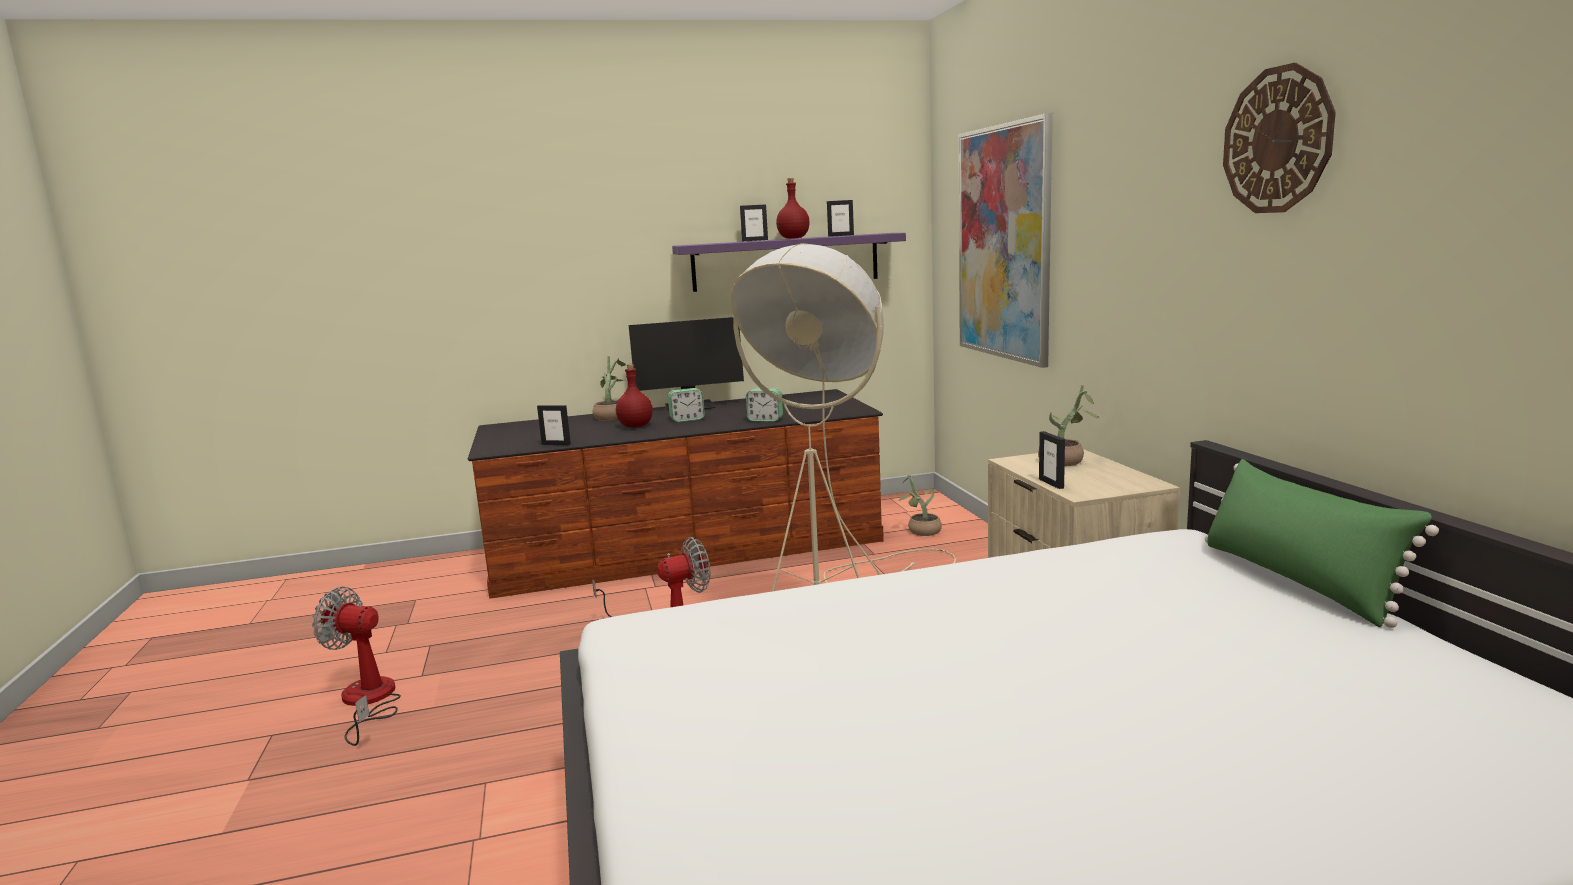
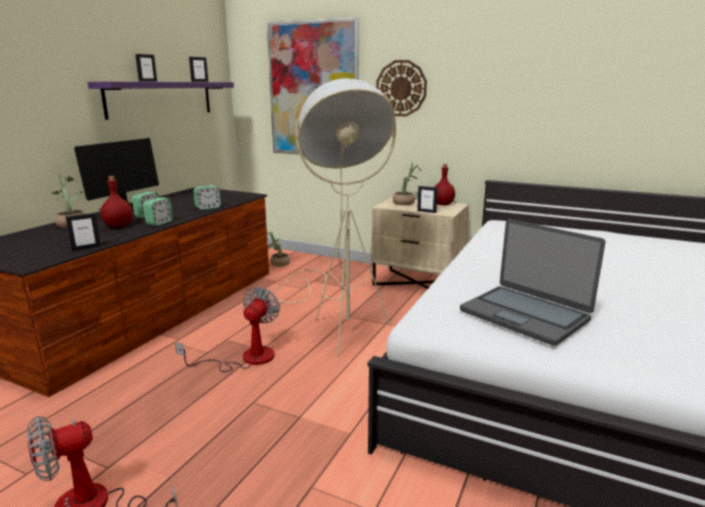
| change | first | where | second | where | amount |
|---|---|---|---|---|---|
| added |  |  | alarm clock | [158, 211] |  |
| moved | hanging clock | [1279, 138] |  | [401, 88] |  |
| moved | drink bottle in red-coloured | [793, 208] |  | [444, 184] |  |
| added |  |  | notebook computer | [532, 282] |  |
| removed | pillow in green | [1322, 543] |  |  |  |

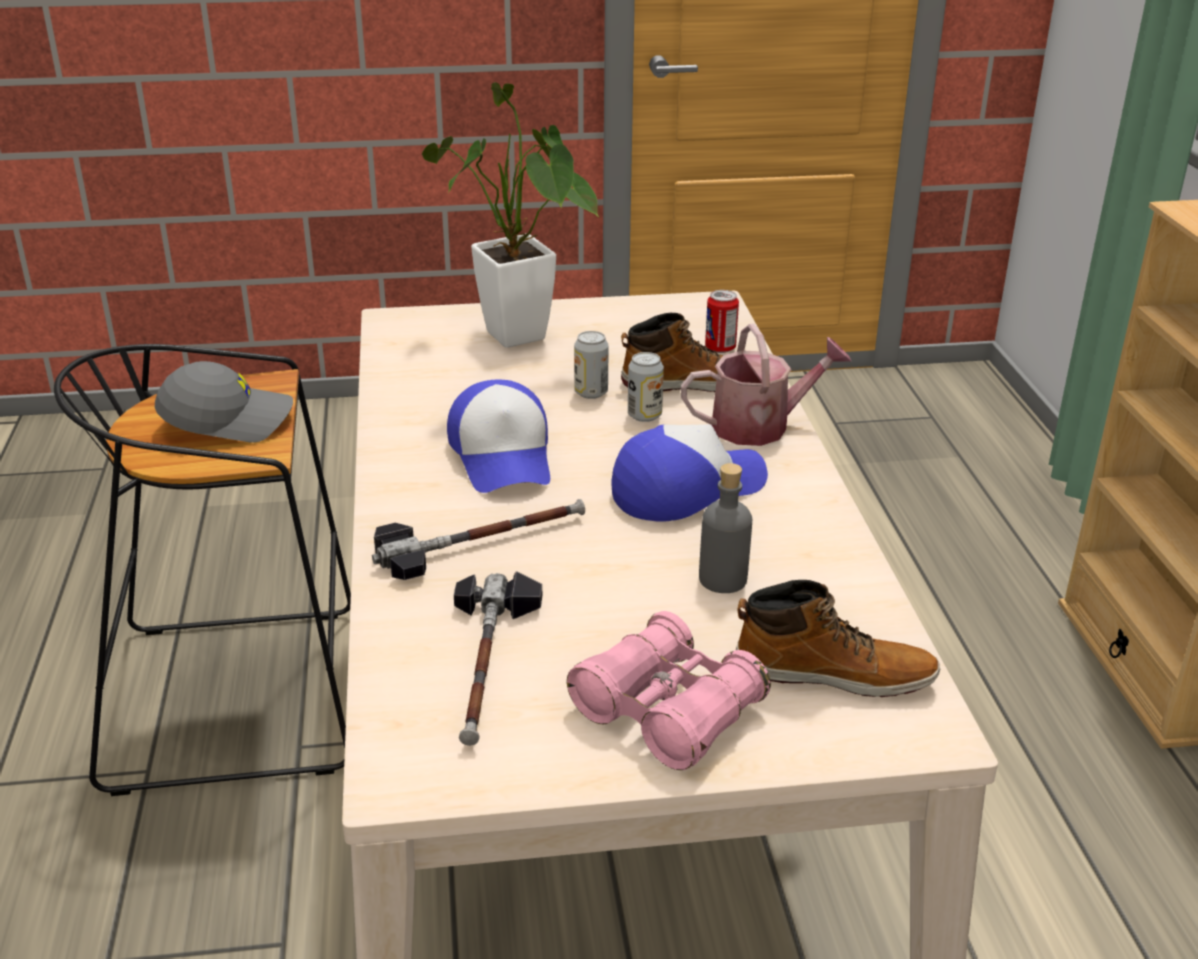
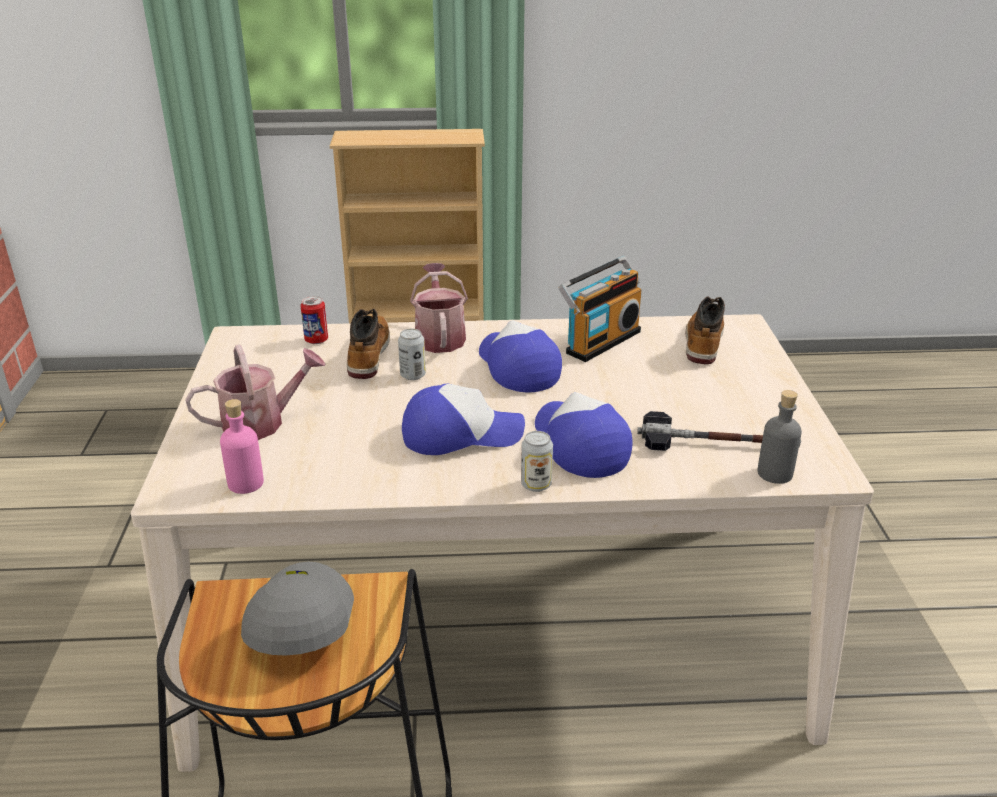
| change | first | where | second | where | amount |
|---|---|---|---|---|---|
| replaced | plant in a pot | [510, 215] | watering can | [255, 392] |  |
| added |  |  | drink bottle in pinkish | [242, 446] |  |
| moved | sealed can | [591, 365] |  | [537, 461] |  |
| replaced | hand hammer | [478, 539] | peaked cap | [584, 435] |  |
| added |  |  | radio | [600, 309] |  |
| moved | drink bottle in gray | [725, 528] |  | [779, 437] |  |
| removed | pair of binoculars in pinkish | [669, 690] |  |  |  |

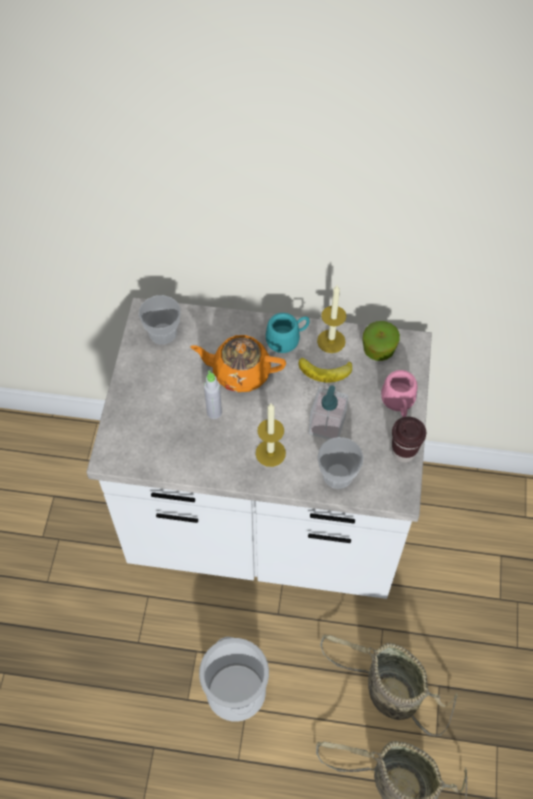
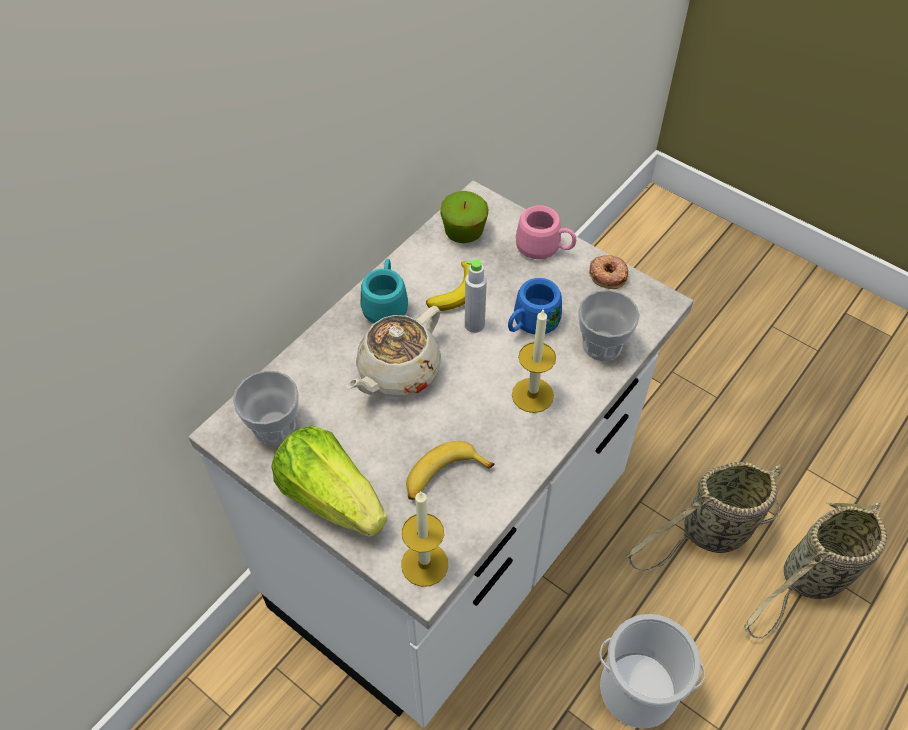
| change | first | where | second | where | amount |
|---|---|---|---|---|---|
| added |  |  | head of lettuce | [329, 481] |  |
| recoloured | pot for tea in orangey | [238, 363] | pot for tea in sand-coloured | [393, 351] |  |
| moved | wax candle | [331, 319] |  | [424, 539] |  |
| added |  |  | banana fruit | [450, 470] |  |
| moved | drink bottle in gray | [213, 394] |  | [476, 296] |  |
| replaced | liquid soap bottle | [329, 412] | mug in bluish | [535, 306] |  |
| replaced | small cup in brownish | [409, 439] | doughnut | [609, 272] |  |

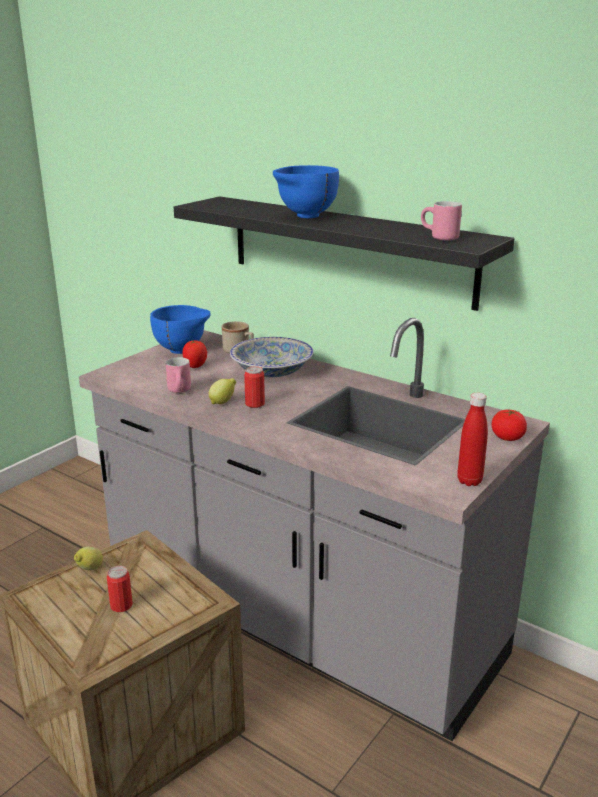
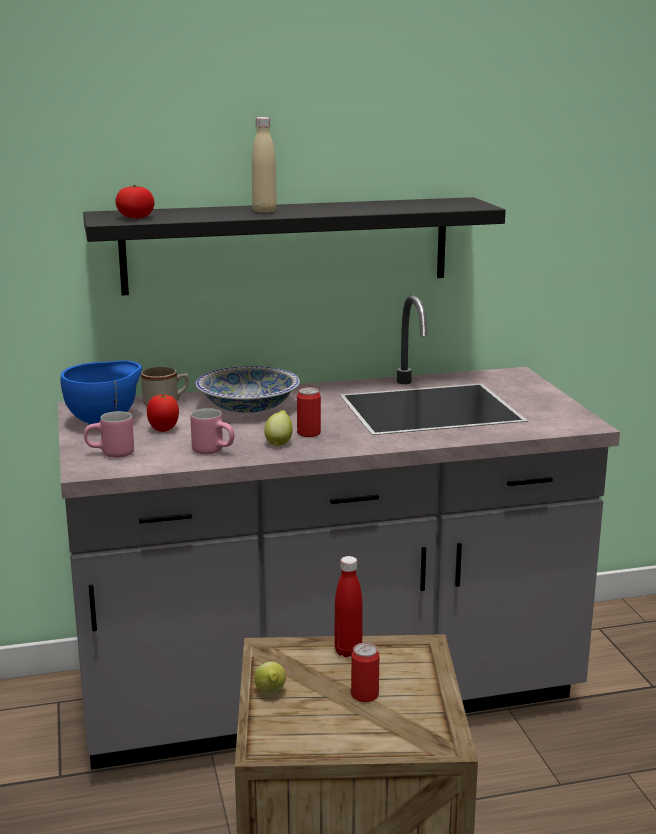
| change | first | where | second | where | amount |
|---|---|---|---|---|---|
| moved | mug in pinkish | [441, 221] |  | [109, 434] |  |
| moved | tomato | [509, 425] |  | [135, 201] |  |
| replaced | serving bowl in bluish | [306, 191] | drink bottle in sand-coloured | [264, 165] |  |
| moved | drink bottle in red-coloured | [472, 439] |  | [348, 607] |  |

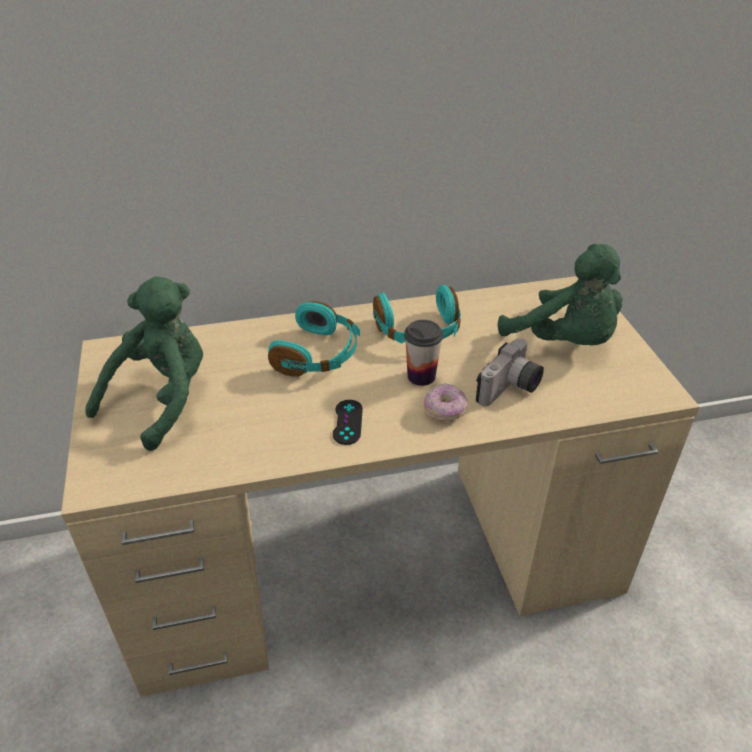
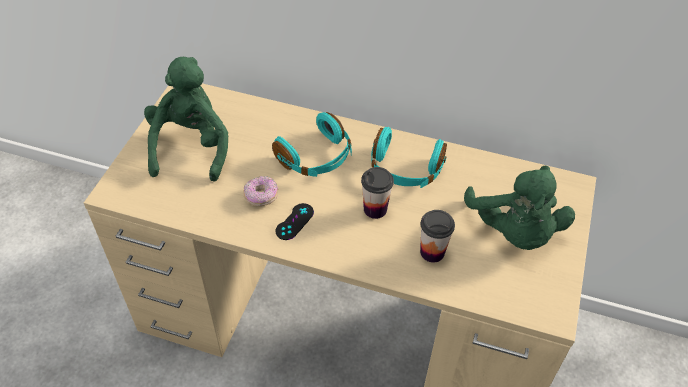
| change | first | where | second | where | amount |
|---|---|---|---|---|---|
| turned | cuddly toy in green | [144, 363] |  | [186, 119] | 60 degrees counterclockwise |
| moved | doughnut | [446, 402] |  | [260, 191] |  |
| replaced | still camera | [510, 372] | small cup | [437, 236] |  |

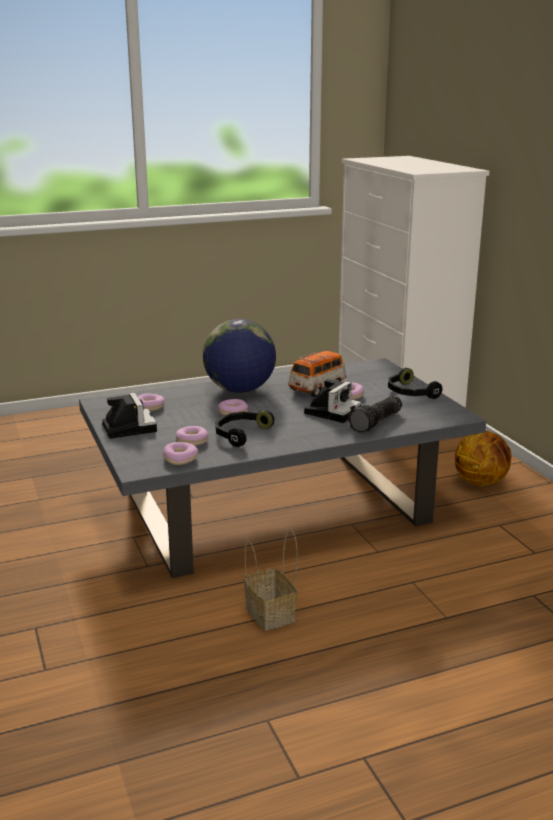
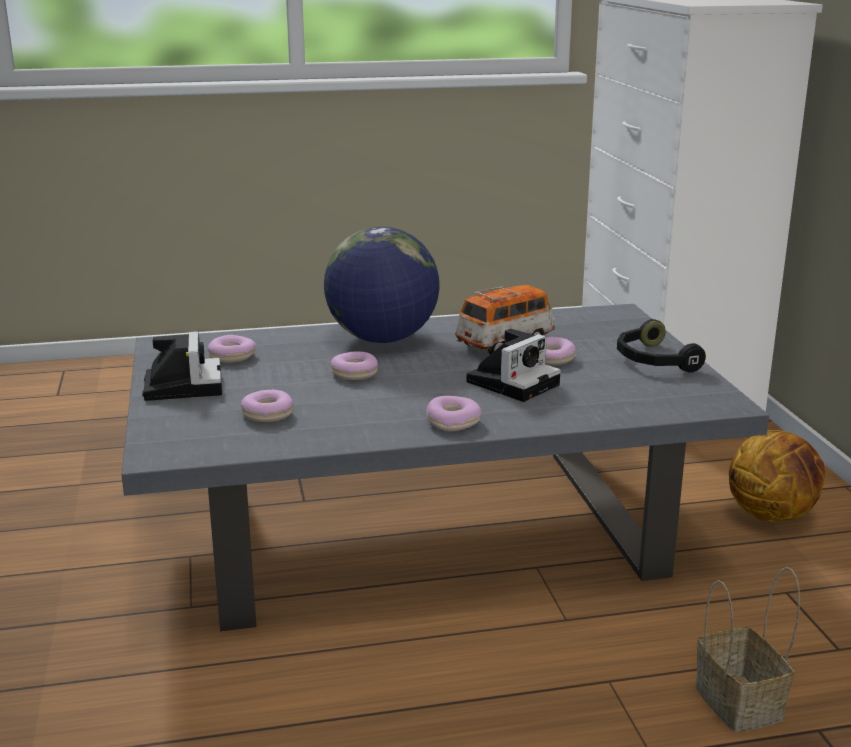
| change | first | where | second | where | amount |
|---|---|---|---|---|---|
| moved | doughnut | [181, 453] |  | [454, 413] |  |
| moved | storage basket | [271, 580] |  | [748, 649] |  |
| removed | pair of headphones in black | [245, 428] |  |  |  |
| removed | flashlight | [375, 414] |  |  |  |

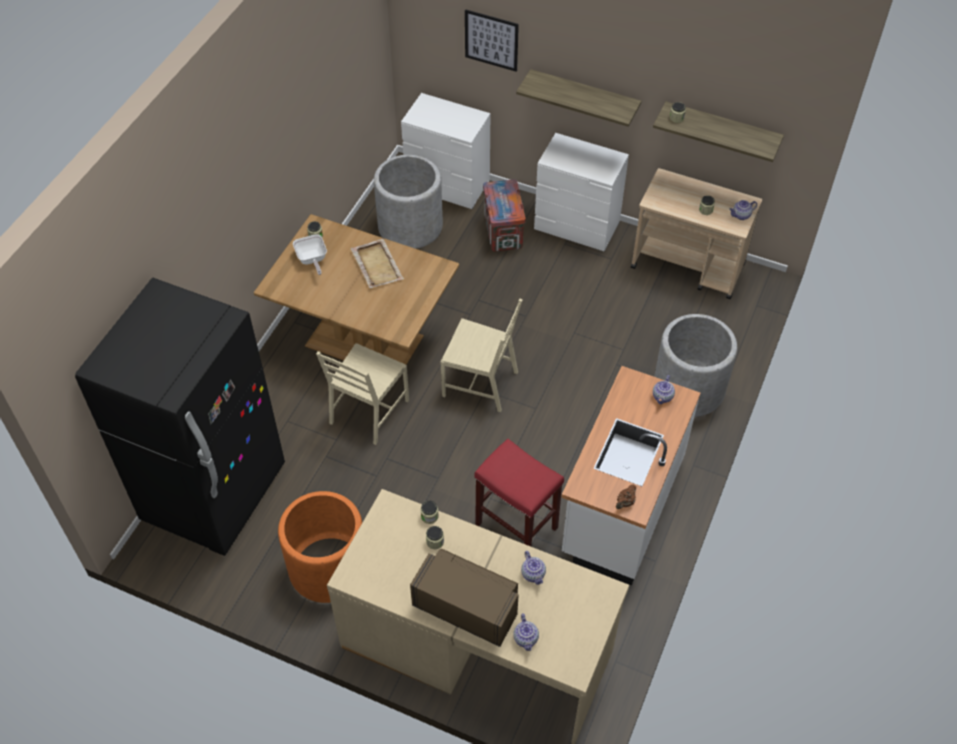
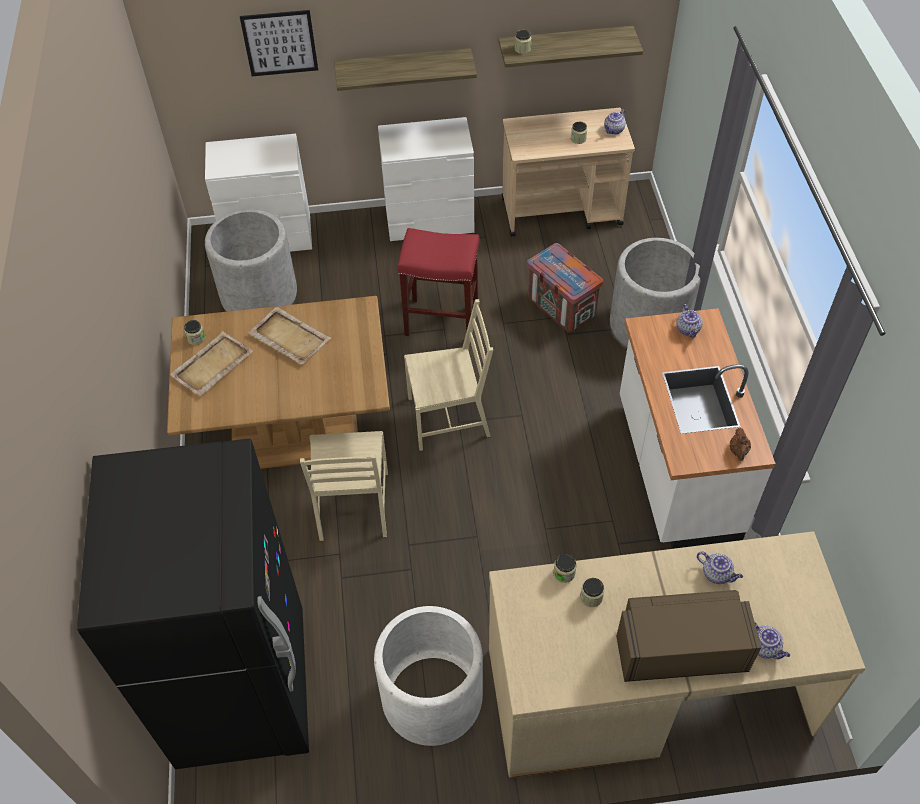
| change | first | where | second | where | amount |
|---|---|---|---|---|---|
| replaced | frying pan | [310, 254] | serving tray in sand-coloured | [211, 363] |  |
| recoloured | flower pot in orangey | [320, 547] | flower pot in white | [428, 676] |  |
| moved | stool in red-coloured | [519, 492] |  | [438, 285] |  |
| moved | shipping crate | [504, 215] |  | [565, 287] |  |

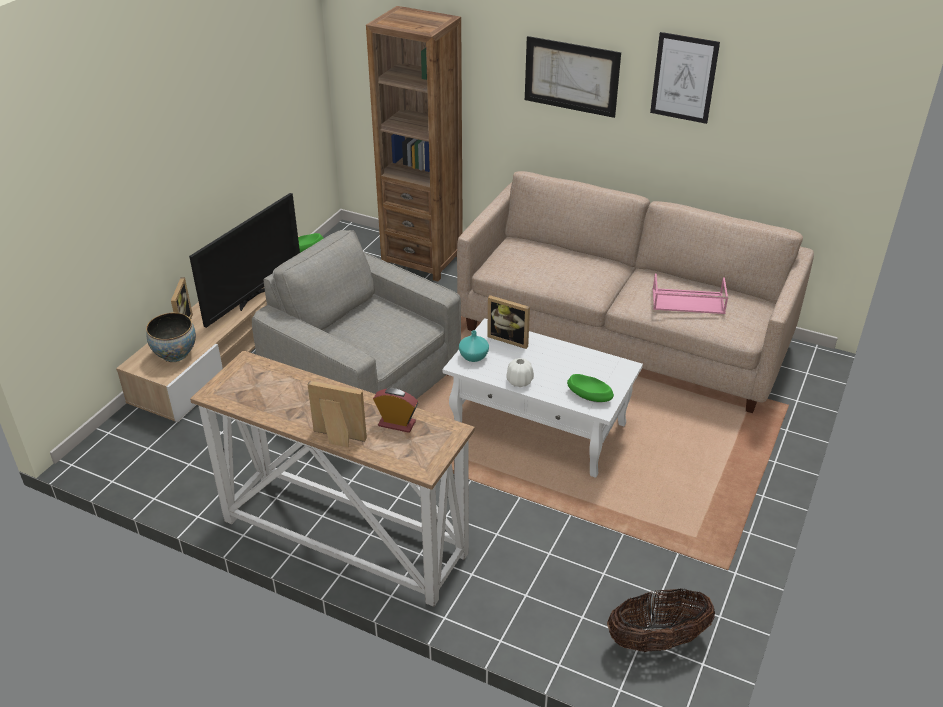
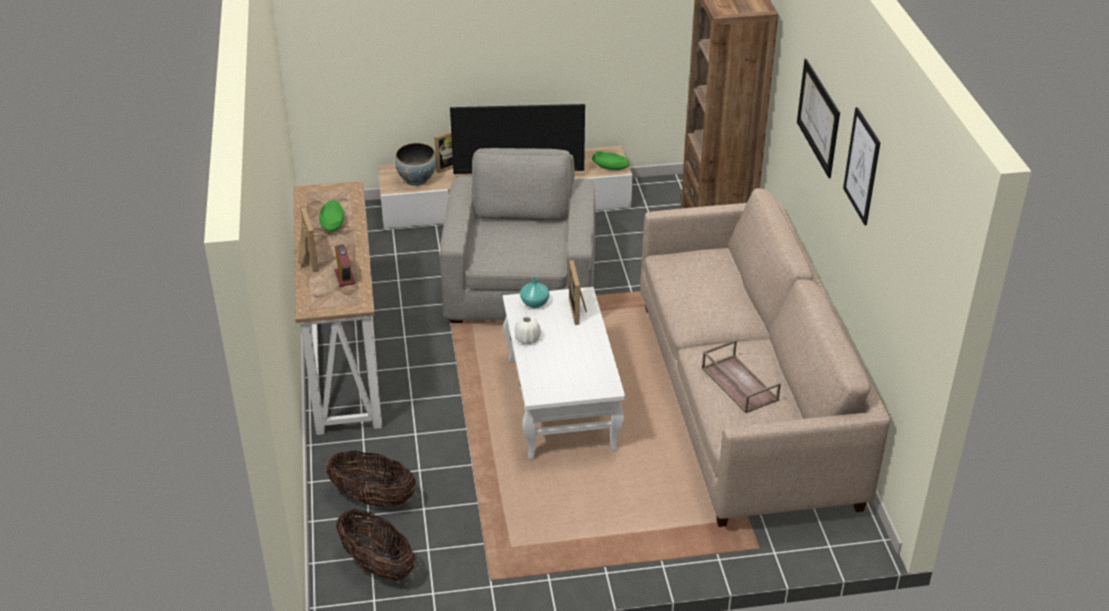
| change | first | where | second | where | amount |
|---|---|---|---|---|---|
| moved | serving bowl in green | [590, 388] |  | [331, 216] |  |
| added |  |  | storage basket | [371, 479] |  |
| recoloured | serving tray in pinkish | [690, 293] | serving tray in brownish | [741, 376] |  |

